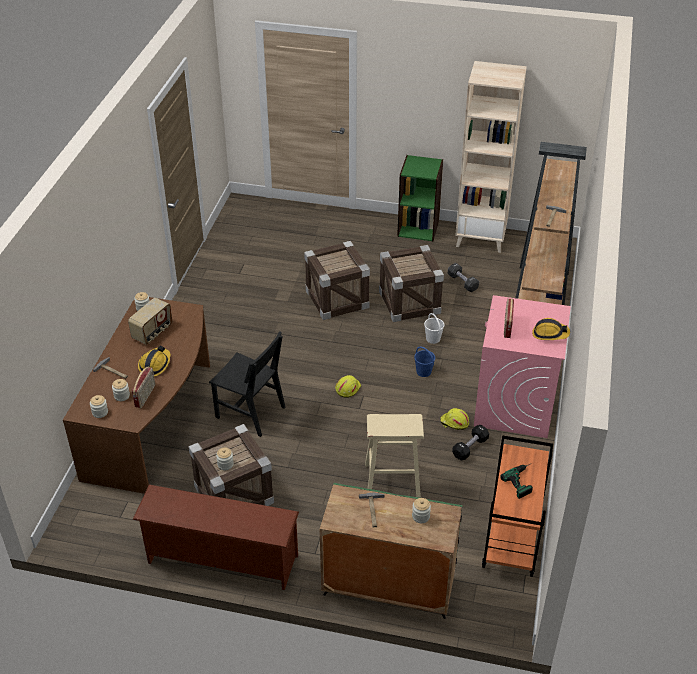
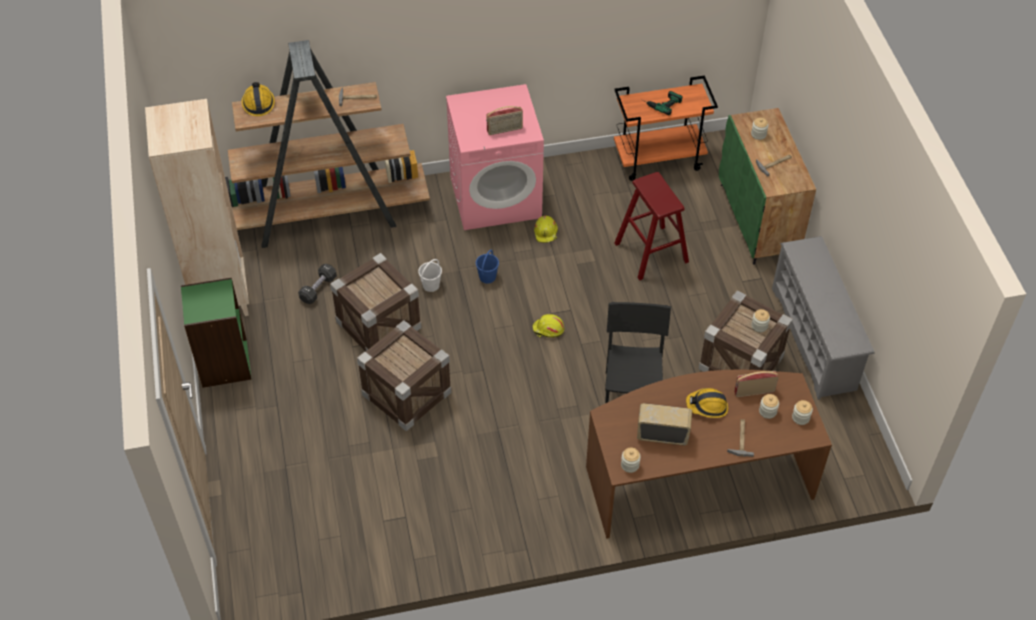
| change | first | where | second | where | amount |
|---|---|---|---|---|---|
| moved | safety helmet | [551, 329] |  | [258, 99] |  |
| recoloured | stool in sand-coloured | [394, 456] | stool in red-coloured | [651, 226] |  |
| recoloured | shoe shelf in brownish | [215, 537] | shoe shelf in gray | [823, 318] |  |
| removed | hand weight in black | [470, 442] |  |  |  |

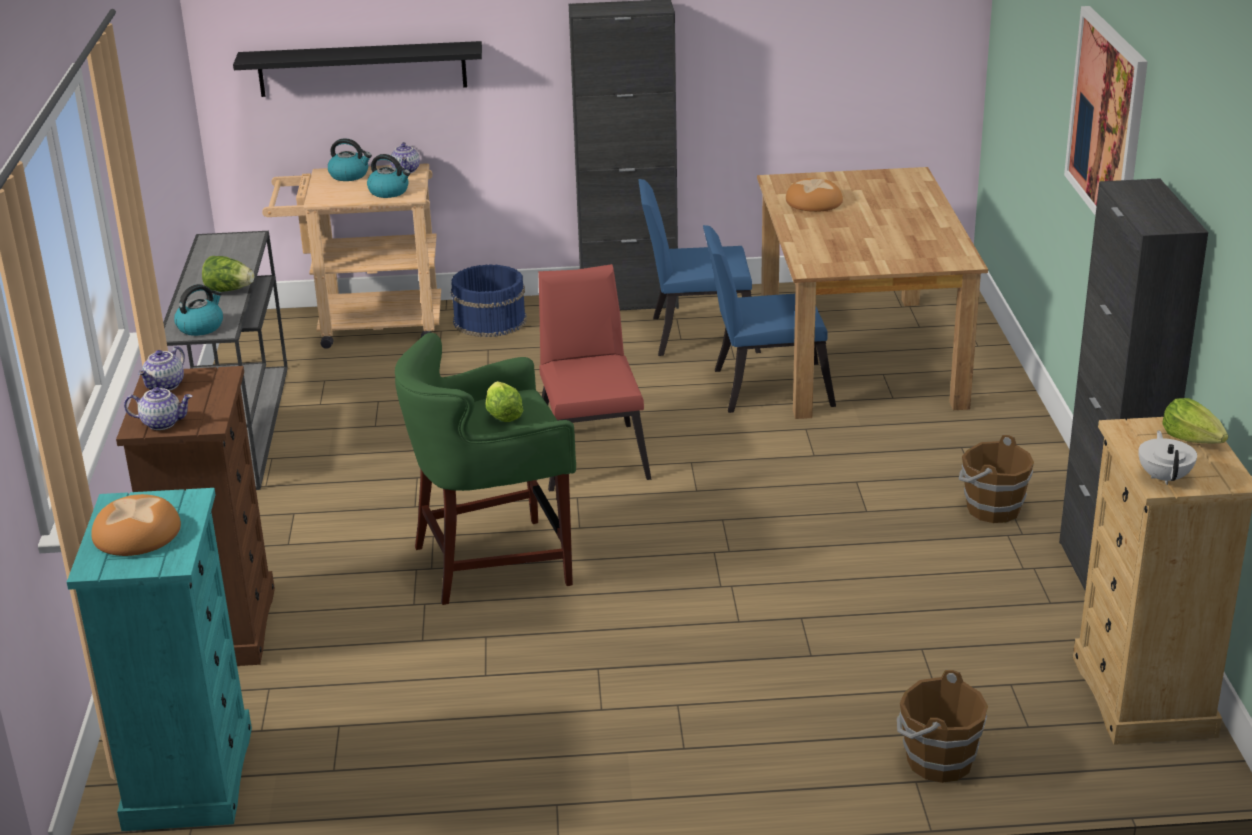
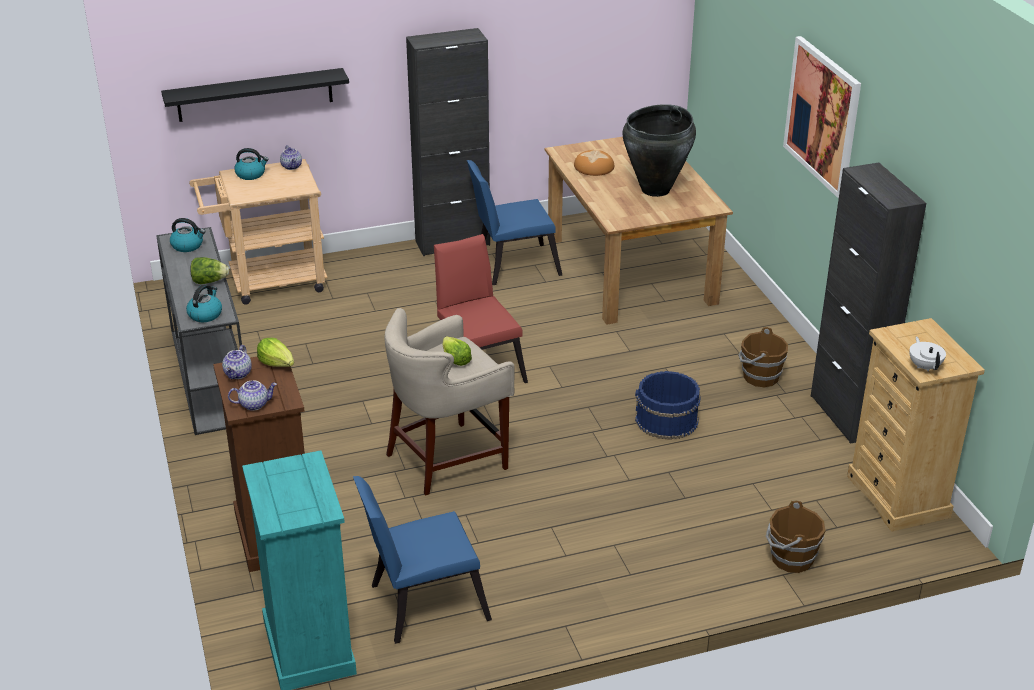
| change | first | where | second | where | amount |
|---|---|---|---|---|---|
| moved | water kettle | [388, 176] |  | [187, 235] |  |
| moved | head of lettuce | [1195, 420] |  | [275, 352] |  |
| moved | upright chair in bluish | [769, 319] |  | [422, 560] |  |
| recoloured | stool in green | [485, 469] | stool in sand-coloured | [449, 402] |  |
| added |  |  | flower vase in black | [659, 150] |  |
| moved | pail in bluish | [489, 300] |  | [668, 405] |  |
| removed | baked bread | [136, 525] |  |  |  |

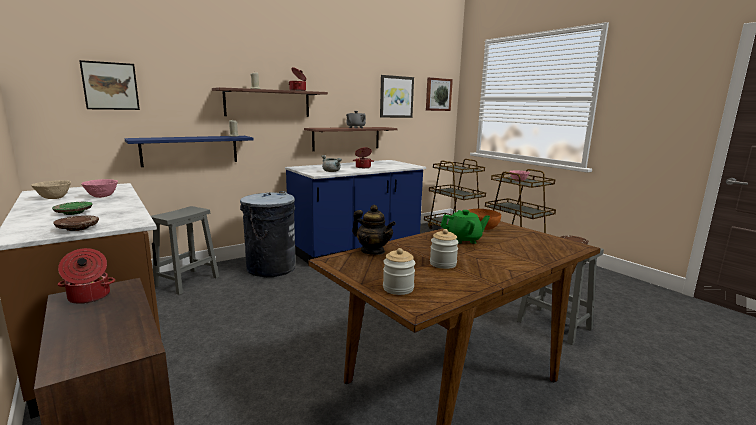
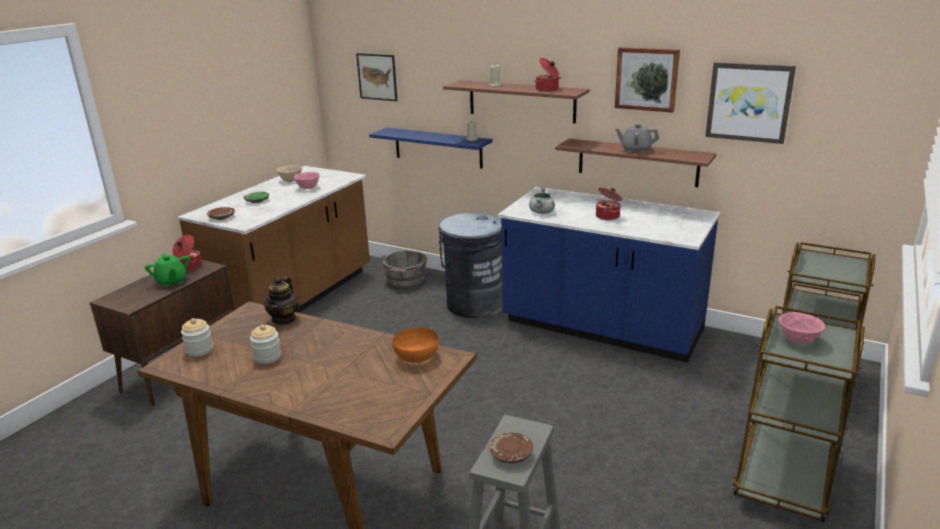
| change | first | where | second | where | amount |
|---|---|---|---|---|---|
| moved | pot for tea in green | [465, 227] |  | [167, 270] |  |
| replaced | stool in gray | [185, 250] | pail in gray | [404, 270] |  |
| moved | picture | [439, 94] |  | [647, 80] |  |

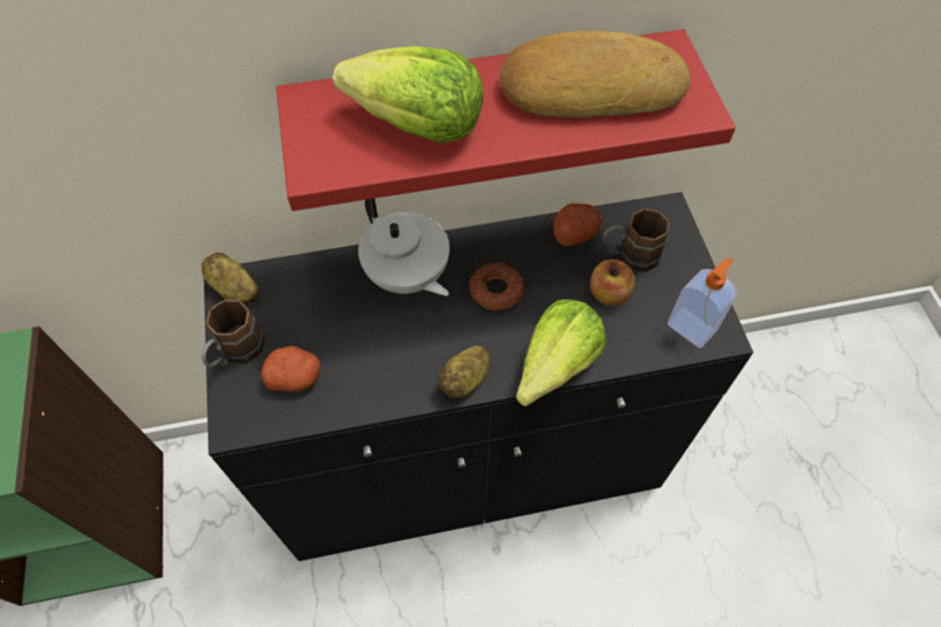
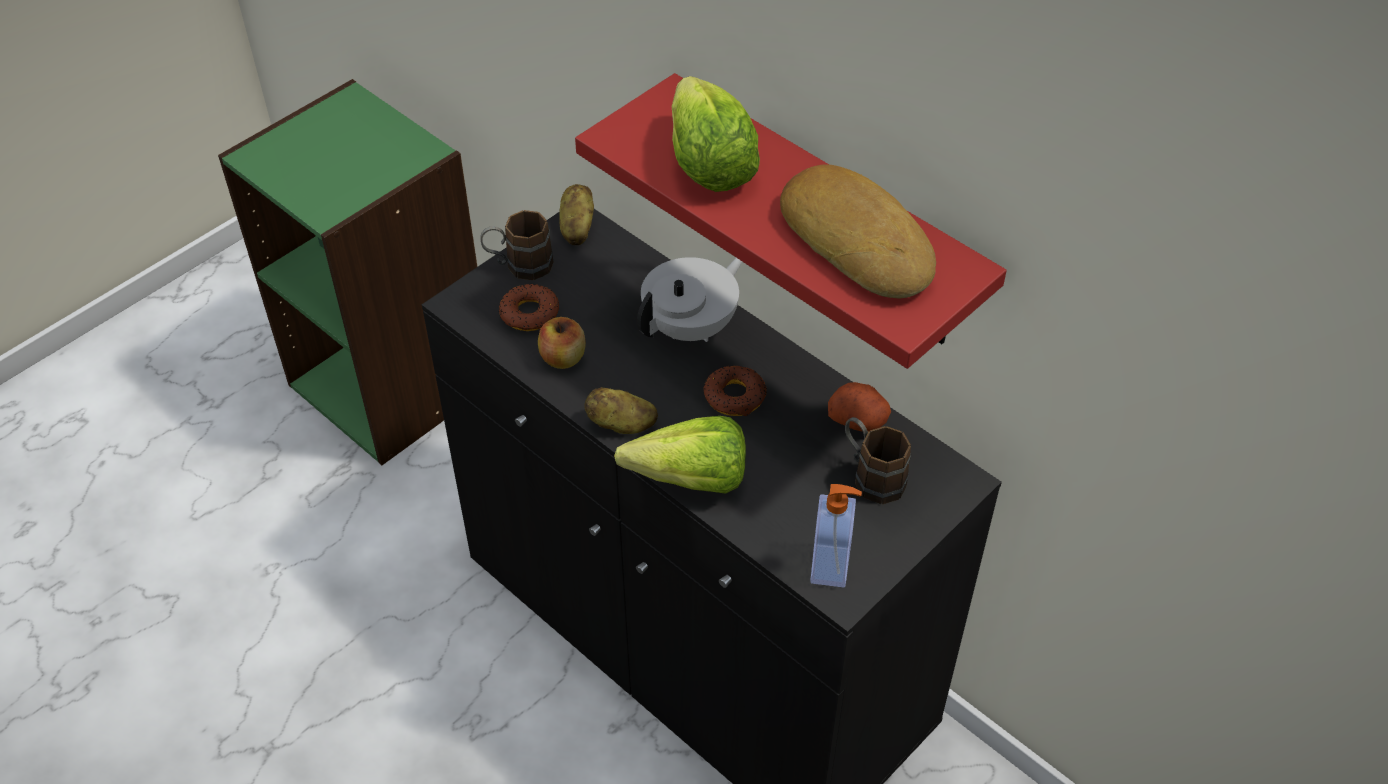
| change | first | where | second | where | amount |
|---|---|---|---|---|---|
| replaced | spud | [290, 369] | doughnut | [529, 307] |  |
| moved | whole apple | [612, 282] |  | [562, 343] |  |
| turned | pot for tea in white | [404, 247] |  | [689, 299] | 150 degrees counterclockwise |

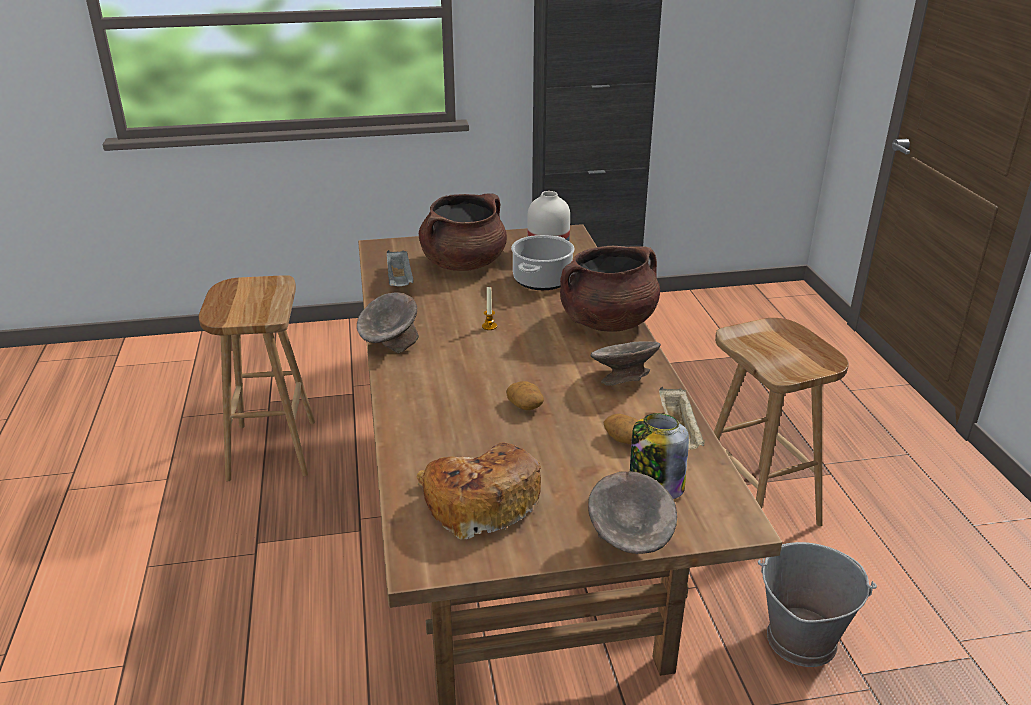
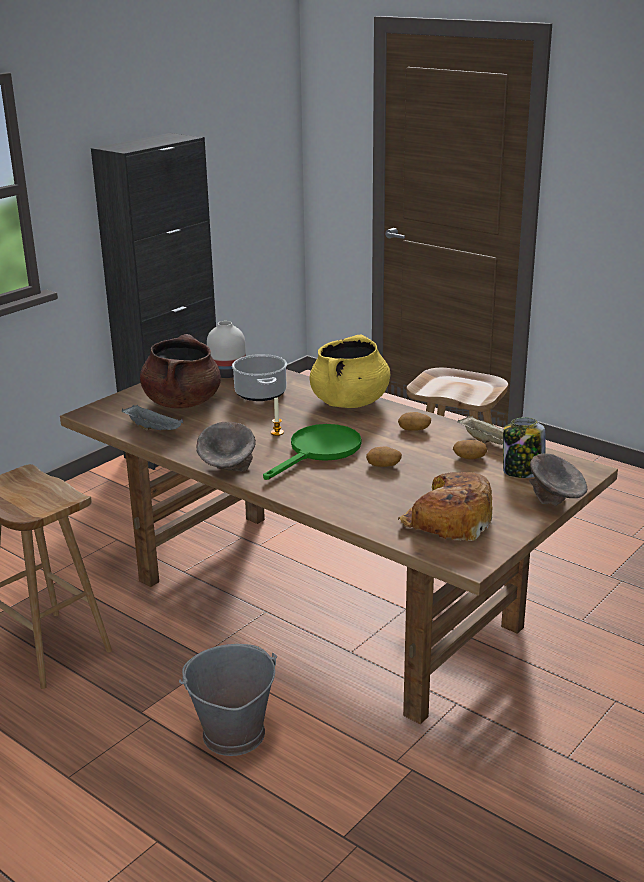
| change | first | where | second | where | amount |
|---|---|---|---|---|---|
| moved | pail in gray | [817, 604] |  | [228, 700] |  |
| added |  |  | frying pan in green | [312, 452] |  |
| recoloured | stockpot in brownish | [610, 289] | stockpot in yellow-coloured | [349, 371] |  |
| replaced | serving bowl in gray | [625, 363] | spud | [414, 421] |  |

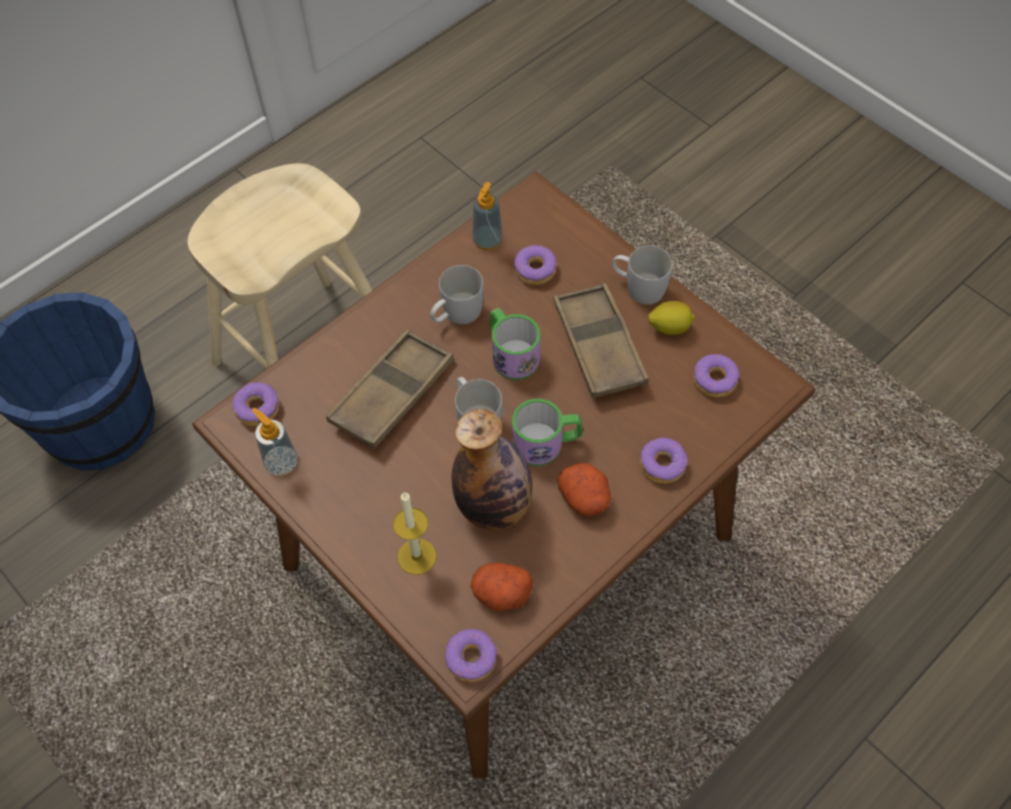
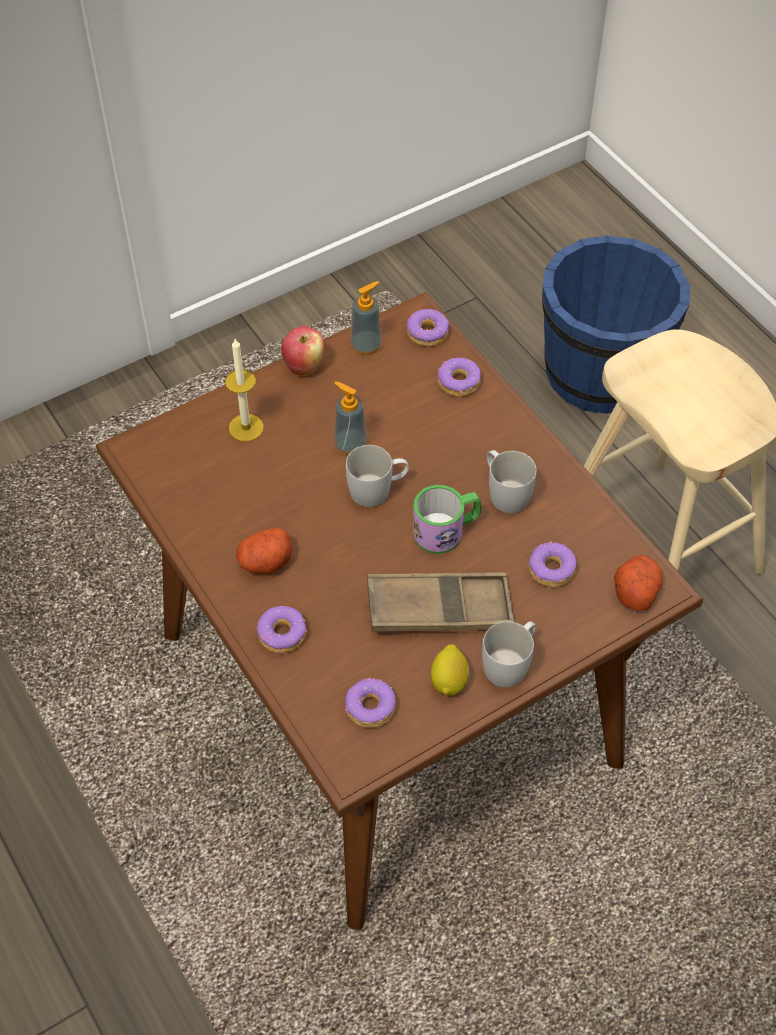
| change | first | where | second | where | amount |
|---|---|---|---|---|---|
| added |  |  | whole apple | [303, 351] |  |
| moved | liquid soap bottle | [487, 216] |  | [350, 418] |  |
| moved | doughnut | [471, 655] |  | [459, 377] |  |
| moved | spud | [501, 587] |  | [638, 583] |  |
| removed | serving tray in brownish | [390, 389] |  |  |  |
| removed | drink bottle | [492, 469] |  |  |  |
| removed | mug | [547, 432] |  |  |  |

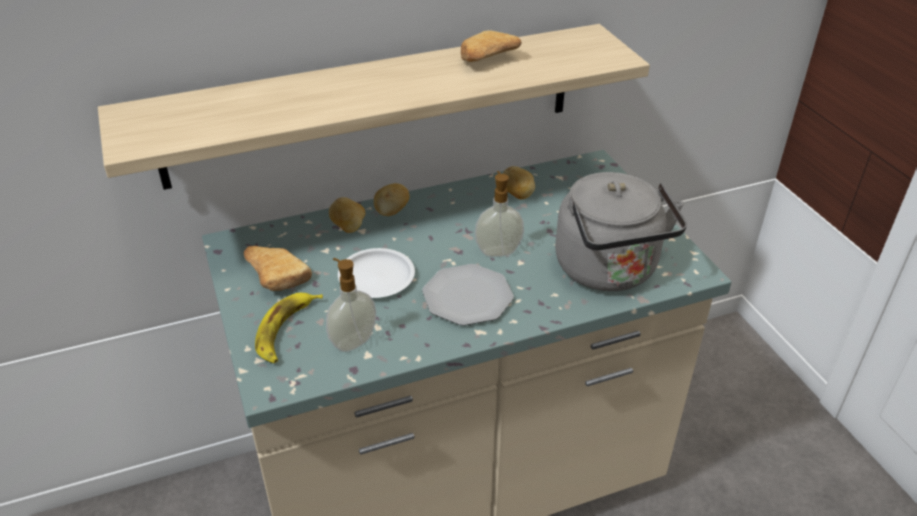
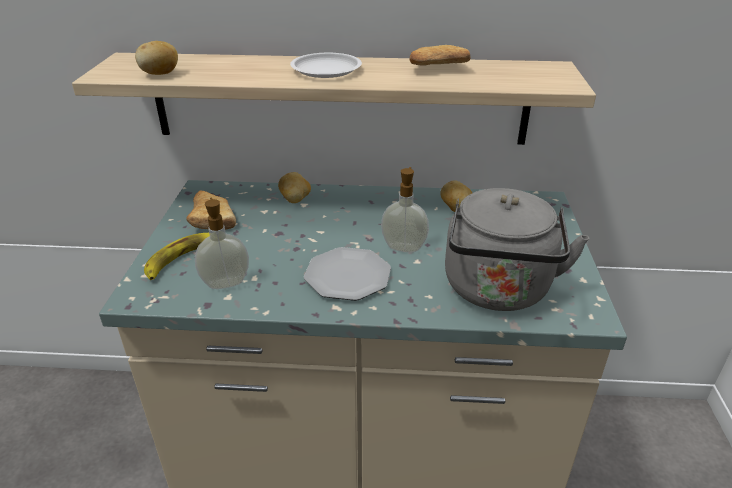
| change | first | where | second | where | amount |
|---|---|---|---|---|---|
| moved | spud | [392, 199] |  | [156, 58] |  |
| moved | dinner plate in white | [376, 273] |  | [326, 65] |  |

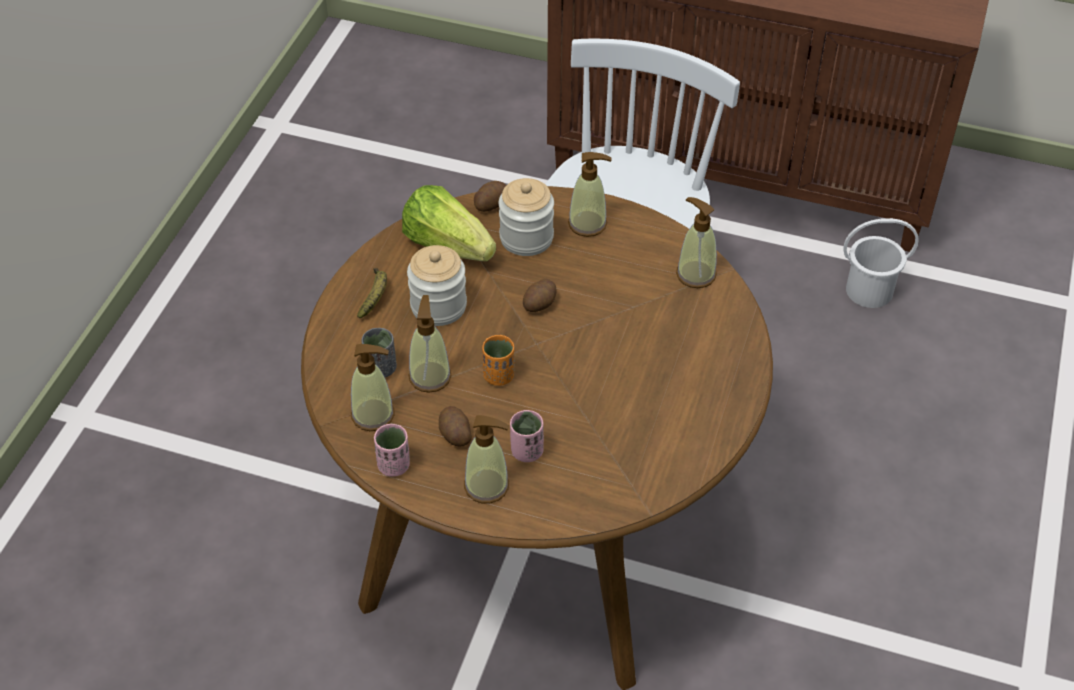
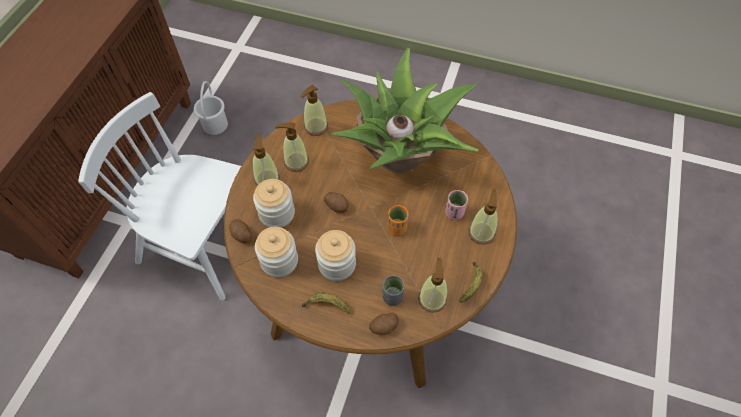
| change | first | where | second | where | amount |
|---|---|---|---|---|---|
| replaced | head of lettuce | [449, 223] | preserve jar | [276, 252] |  |
| moved | liquid soap bottle | [430, 344] |  | [292, 147] |  |
| added |  |  | plant in a pot | [405, 111] |  |
| moved | spud | [455, 426] |  | [384, 324] |  |
| replaced | small cup in pinkish | [392, 450] | banana fruit | [471, 282] |  |

